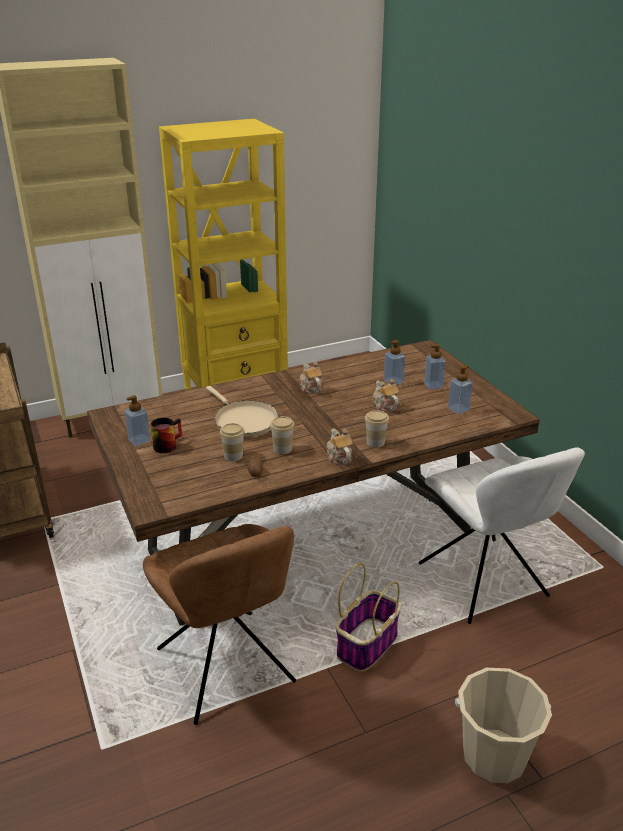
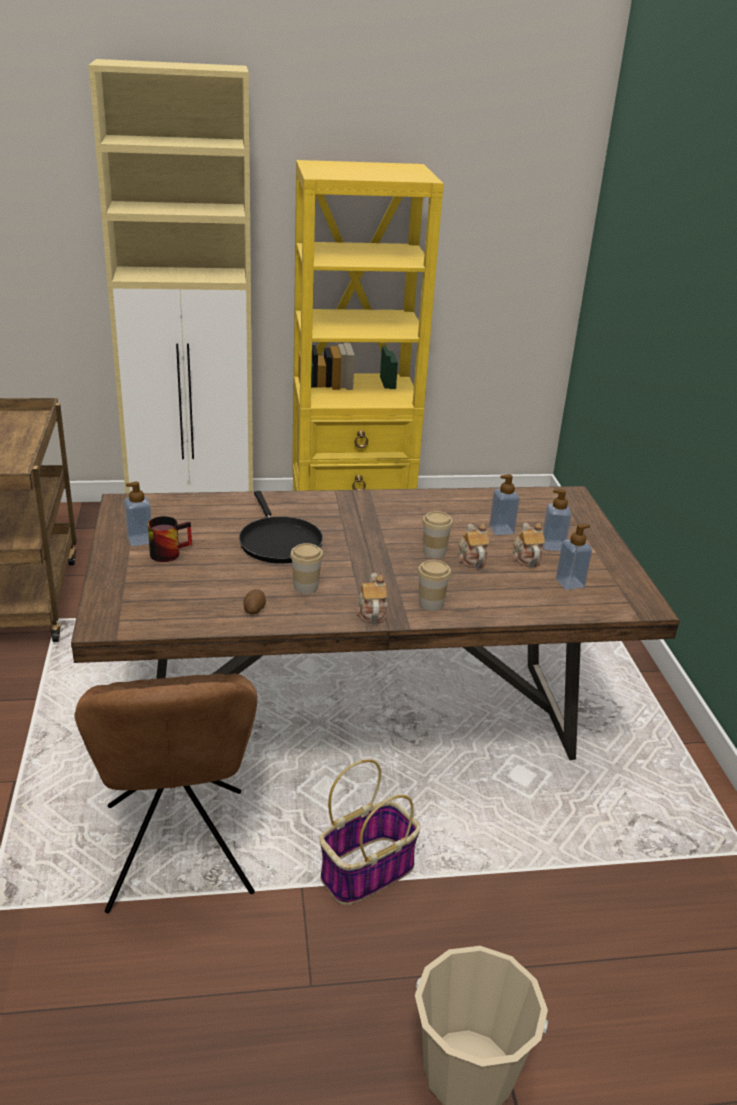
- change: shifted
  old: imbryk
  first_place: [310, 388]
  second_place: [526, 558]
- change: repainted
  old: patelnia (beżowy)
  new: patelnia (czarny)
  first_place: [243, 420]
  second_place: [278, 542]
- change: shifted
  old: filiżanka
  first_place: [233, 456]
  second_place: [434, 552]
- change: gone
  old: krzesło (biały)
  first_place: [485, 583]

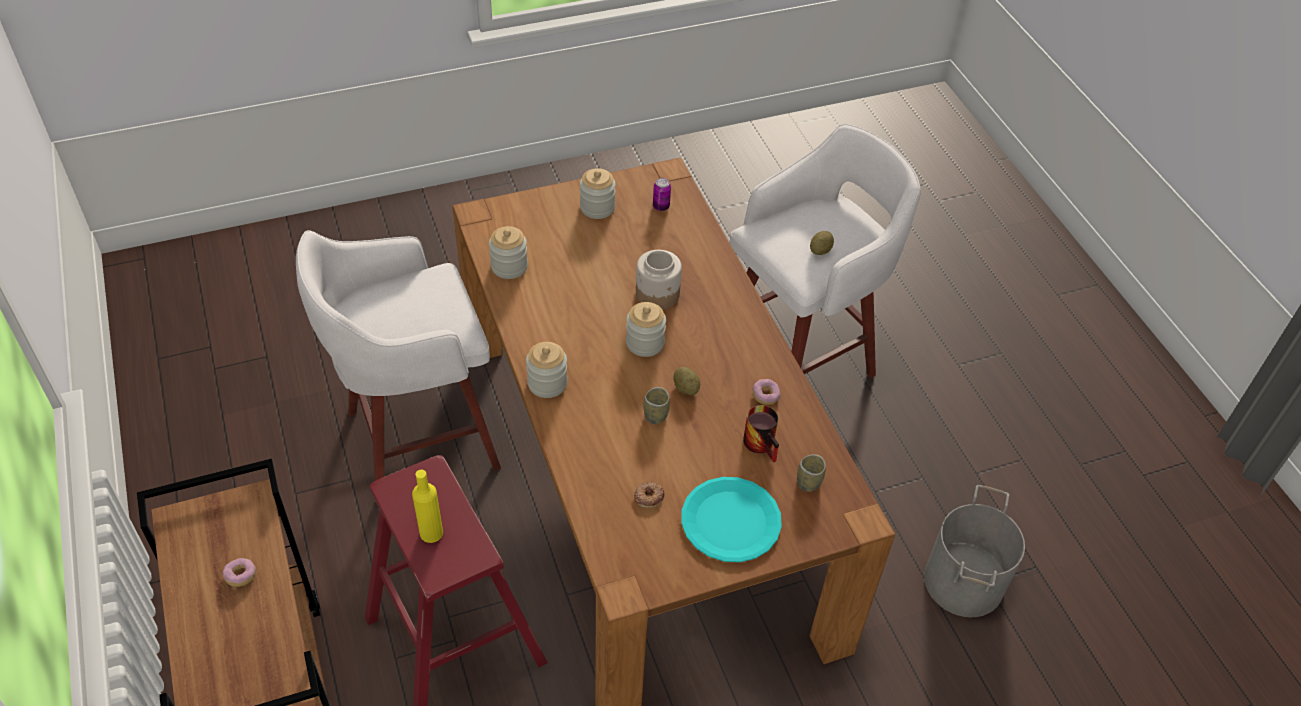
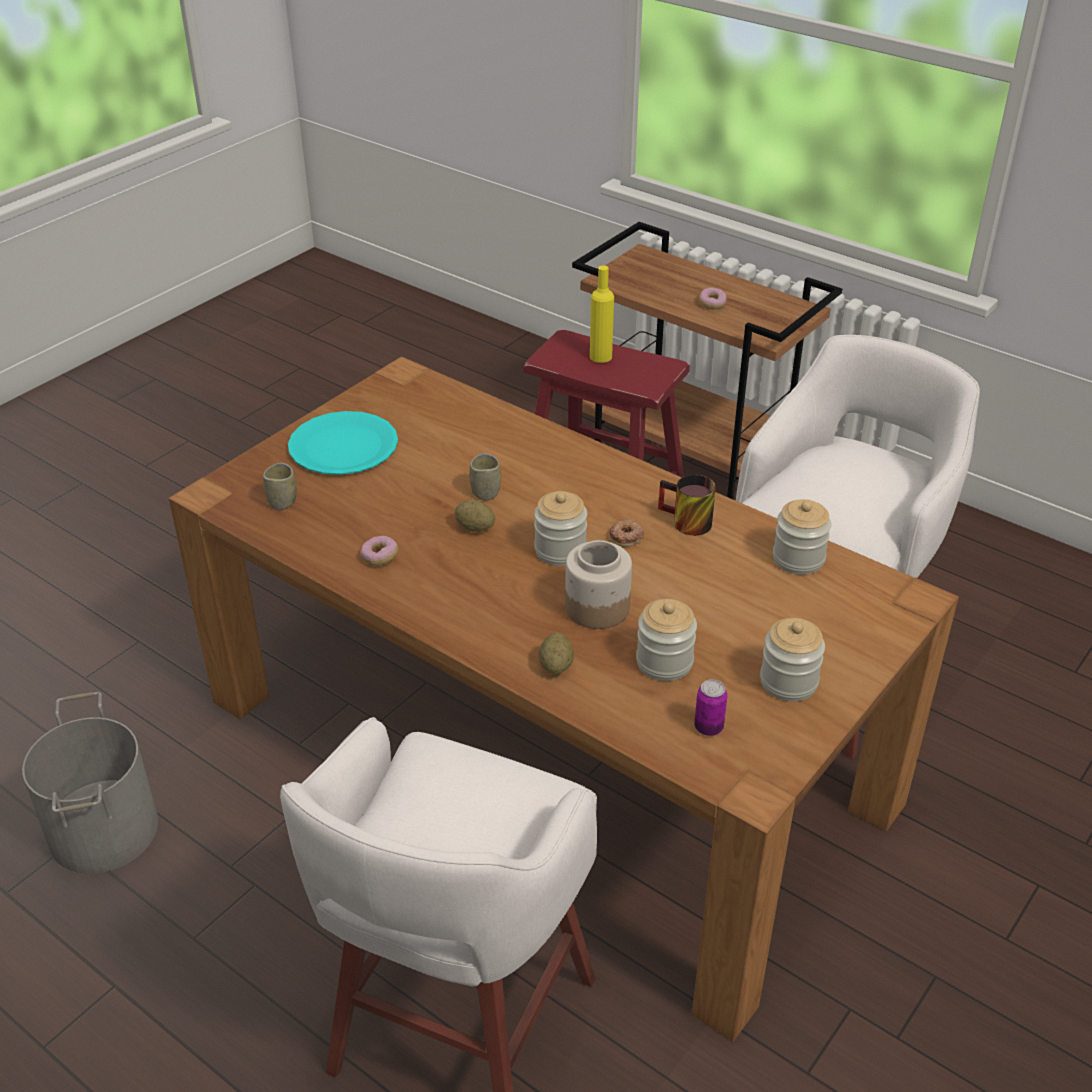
- change: shifted
  old: ziemniak
  first_place: [820, 250]
  second_place: [556, 666]
- change: shifted
  old: słoik
  first_place: [547, 383]
  second_place: [664, 662]
- change: shifted
  old: kubek
  first_place: [764, 444]
  second_place: [684, 523]
- change: shifted
  old: donut
  first_place: [648, 496]
  second_place: [626, 536]

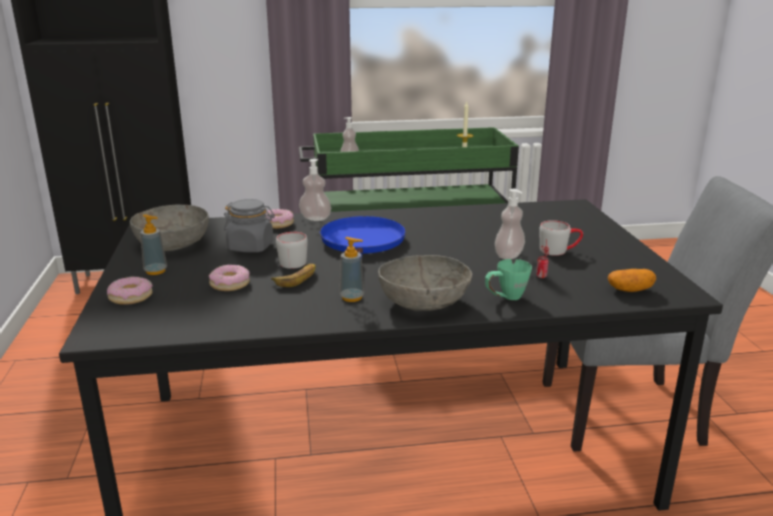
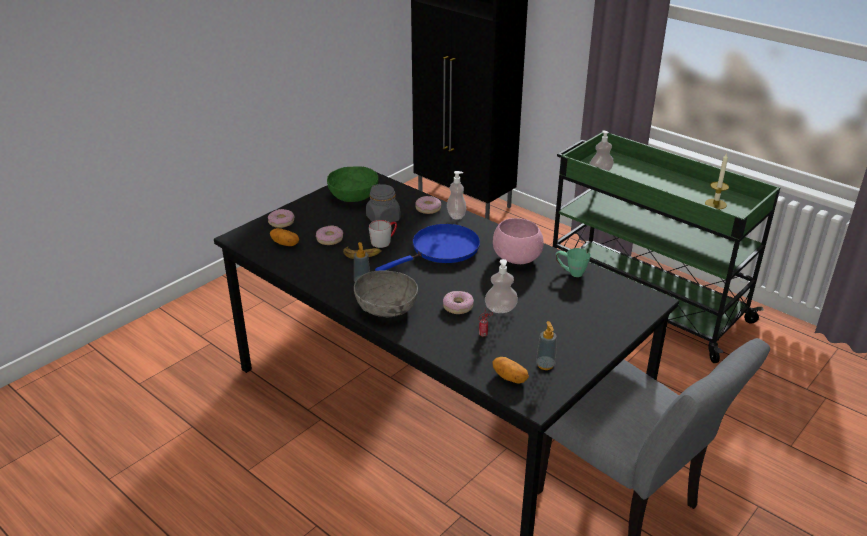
- change: repainted
  old: miska (szary)
  new: miska (zielony)
  first_place: [172, 244]
  second_place: [353, 196]
- change: shifted
  old: dozownik mydła
  first_place: [156, 271]
  second_place: [545, 365]
- change: gone
  old: kubek (szary)
  first_place: [559, 250]
- change: shifted
  old: kubek (zielony)
  first_place: [505, 298]
  second_place: [571, 272]
- change: new
  new: miska (różowy)
  second_place: [517, 258]
- change: new
  new: ziemniak
  second_place: [285, 243]
- change: new
  new: donut
  second_place: [458, 306]

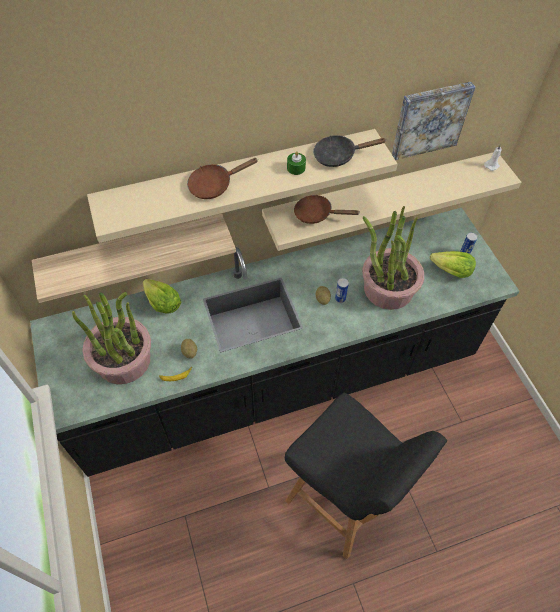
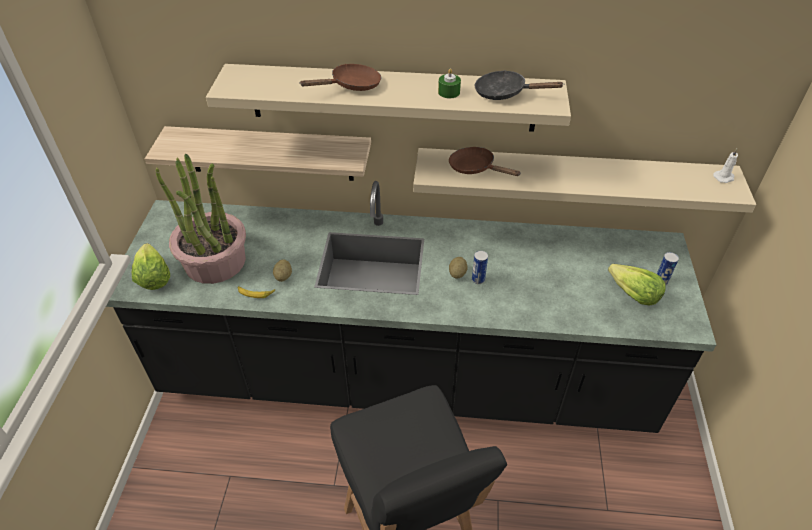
- change: gone
  old: obraz
  first_place: [429, 119]
- change: rotated
  old: patelnia (brązowy)
  first_place: [214, 185]
  second_place: [351, 86]
  degrees: 150
- change: gone
  old: roślina doniczkowa
  first_place: [387, 289]
- change: shifted
  old: sałata
  first_place: [162, 303]
  second_place: [153, 277]

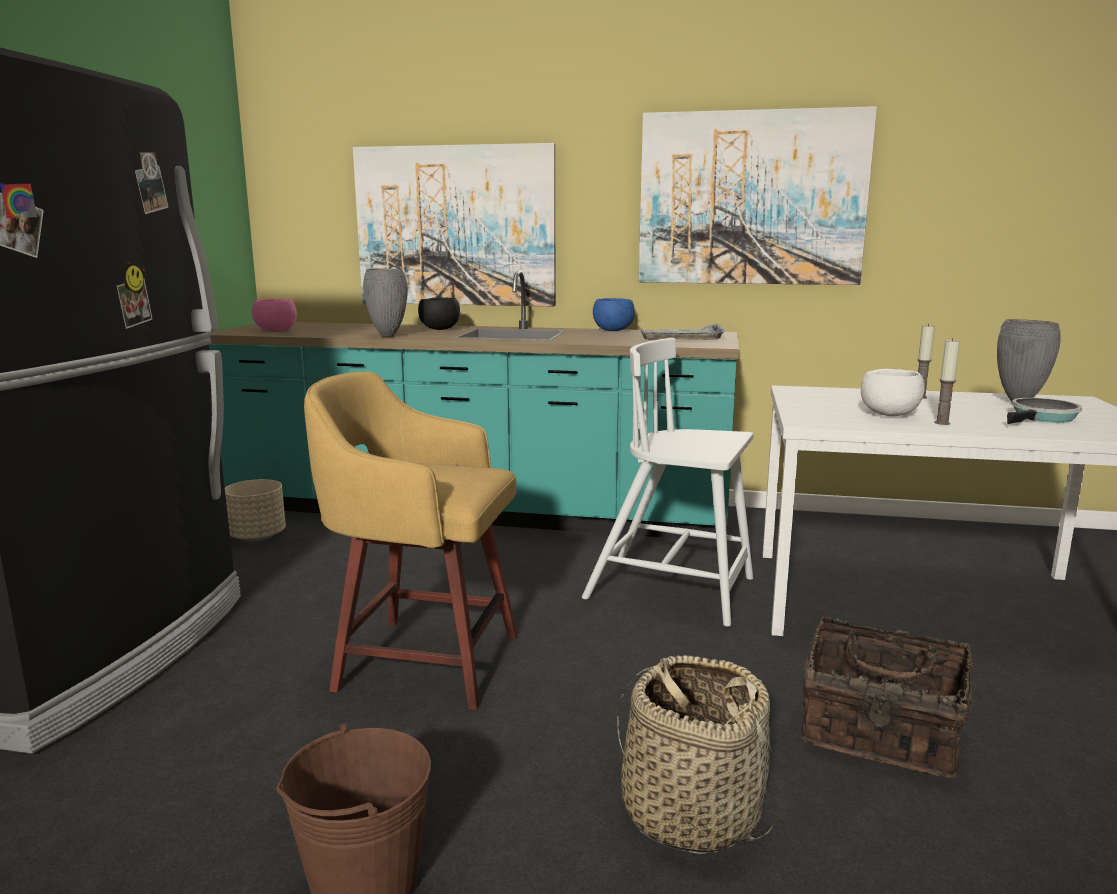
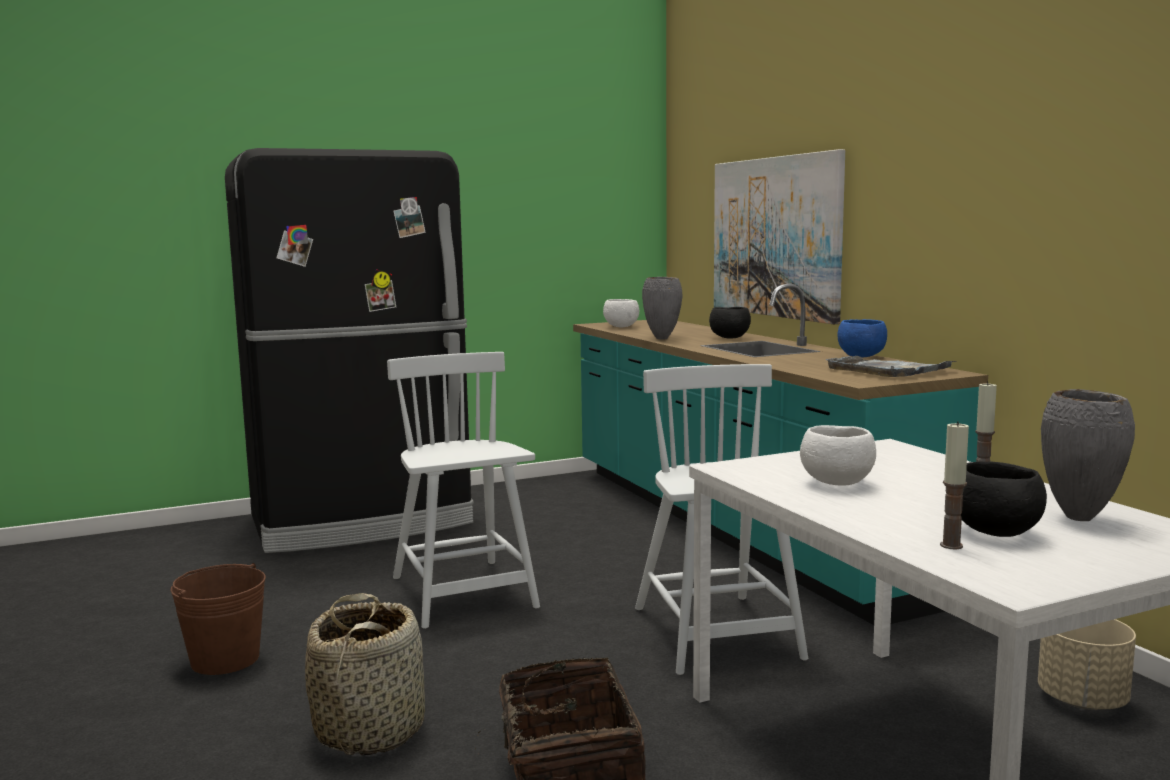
- change: gone
  old: obraz
  first_place: [751, 199]
- change: repainted
  old: miska (różowy)
  new: miska (biały)
  first_place: [276, 331]
  second_place: [621, 327]
- change: shifted
  old: świeca
  first_place: [942, 423]
  second_place: [951, 545]
- change: swapped
  old: stołek (żółty)
  new: krzesło (biały)
  first_place: [423, 660]
  second_place: [463, 594]
- change: swapped
  old: patelnia
  new: miska (czarny)
  first_place: [1042, 418]
  second_place: [996, 533]
- change: shifted
  old: donica (beżowy)
  first_place: [258, 537]
  second_place: [1082, 701]

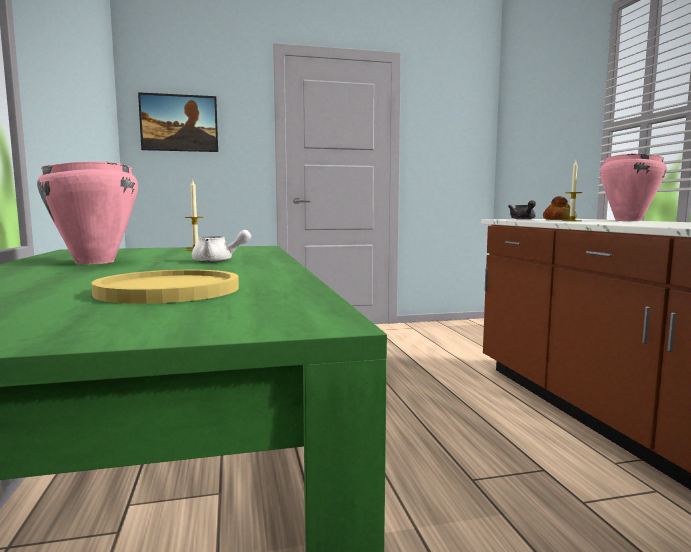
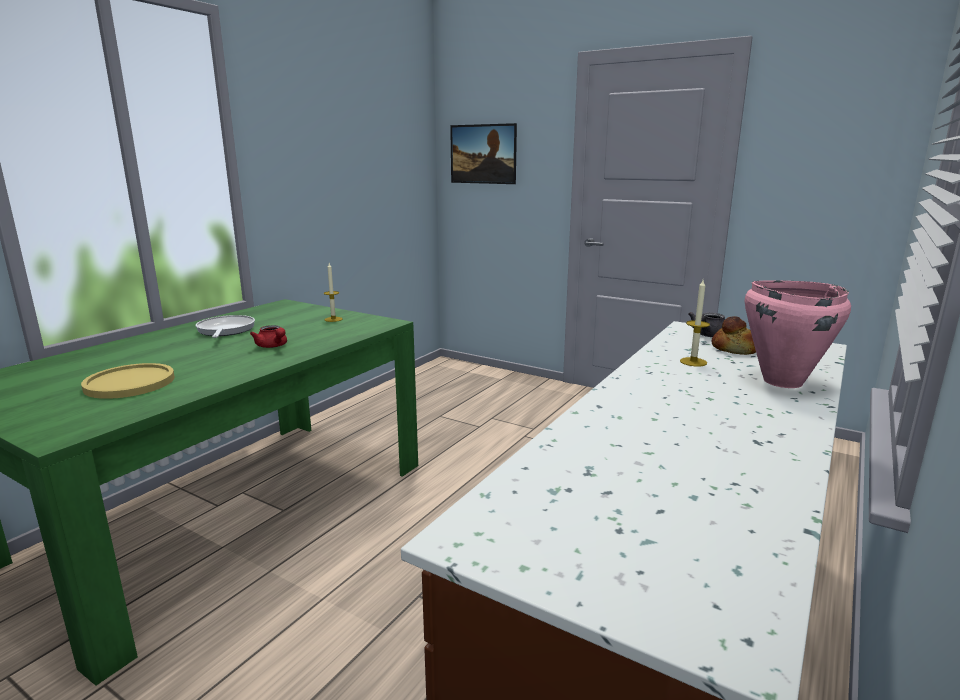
- change: swapped
  old: garnek (różowy)
  new: patelnia
  first_place: [94, 262]
  second_place: [225, 330]
- change: repainted
  old: imbryk (biały)
  new: imbryk (czerwony)
  first_place: [218, 261]
  second_place: [273, 346]

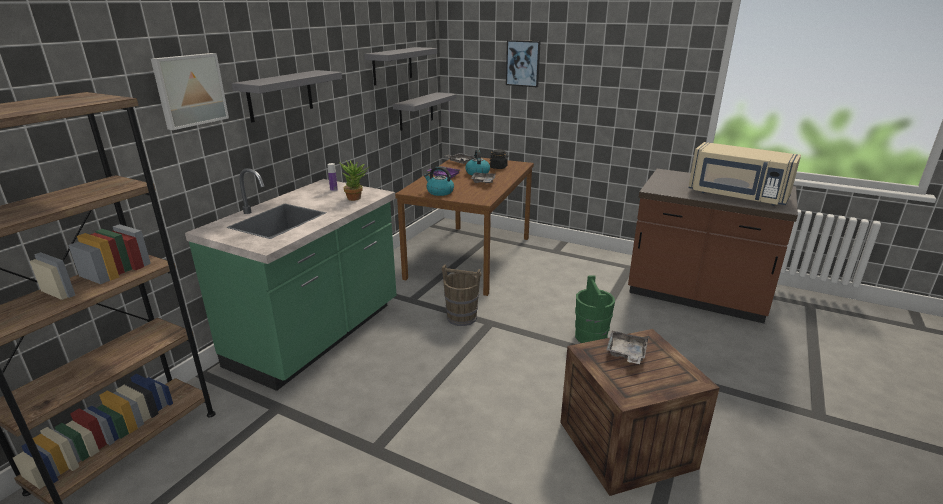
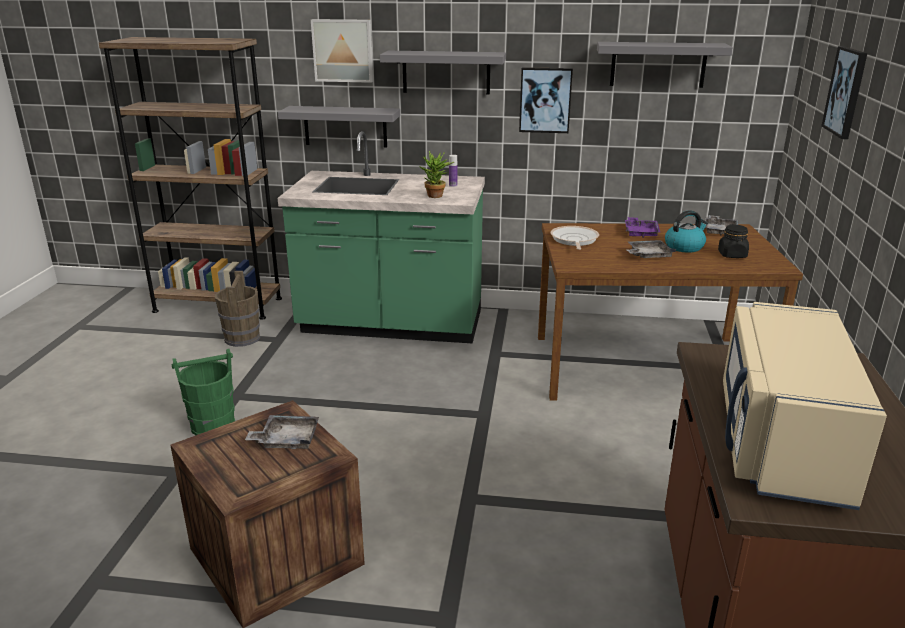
- change: shifted
  old: półka (szary)
  first_place: [416, 111]
  second_place: [345, 126]
- change: swapped
  old: czajnik
  new: patelnia
  first_place: [439, 192]
  second_place: [574, 240]
- change: shifted
  old: wiadro (brązowy)
  first_place: [462, 318]
  second_place: [242, 338]
- change: shifted
  old: wiadro (zielony)
  first_place: [590, 336]
  second_place: [213, 425]
- change: new
  new: obraz
  second_place: [545, 100]

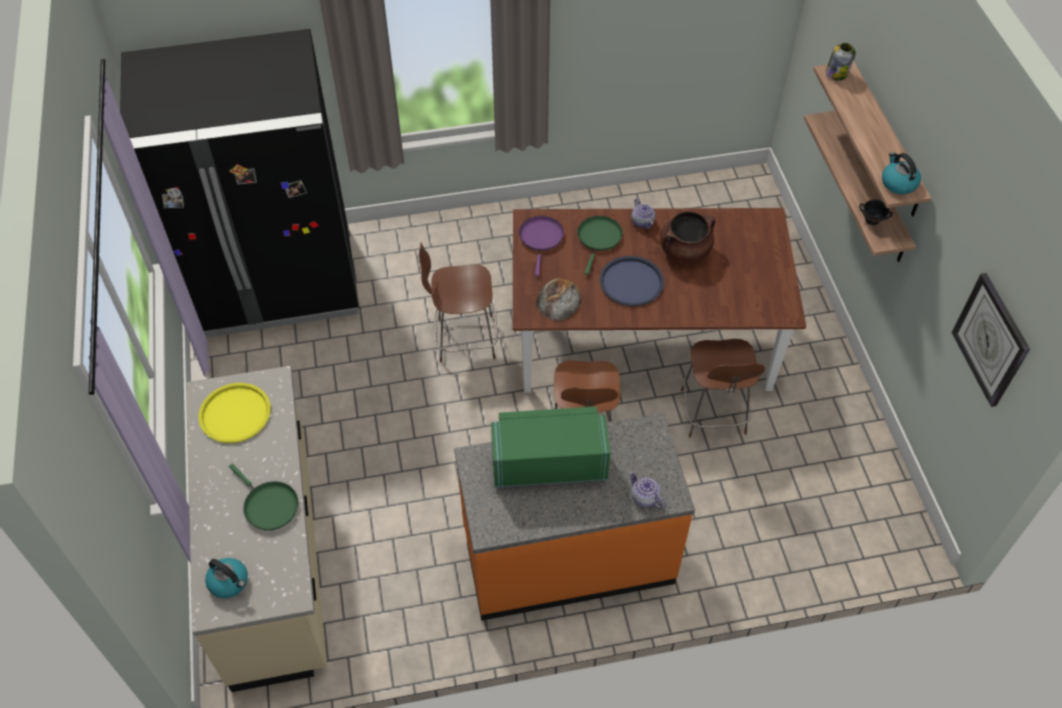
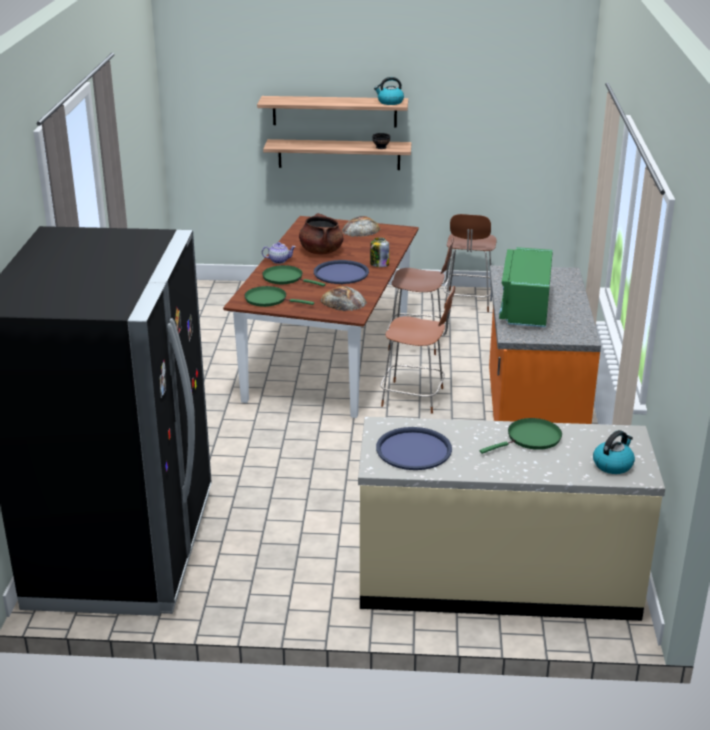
- change: shifted
  old: słoik
  first_place: [837, 73]
  second_place: [379, 264]
- change: repainted
  old: patelnia (fioletowy)
  new: patelnia (zielony)
  first_place: [541, 238]
  second_place: [269, 299]
- change: shifted
  old: krzesło (brązowy)
  first_place: [463, 339]
  second_place: [468, 302]
- change: gone
  old: zegar ścienny
  first_place: [991, 340]
- change: repainted
  old: taca (żółty)
  new: taca (niebieski)
  first_place: [235, 413]
  second_place: [413, 450]
- change: gone
  old: imbryk
  first_place: [644, 497]
- change: new
  new: chleb
  second_place: [361, 229]

